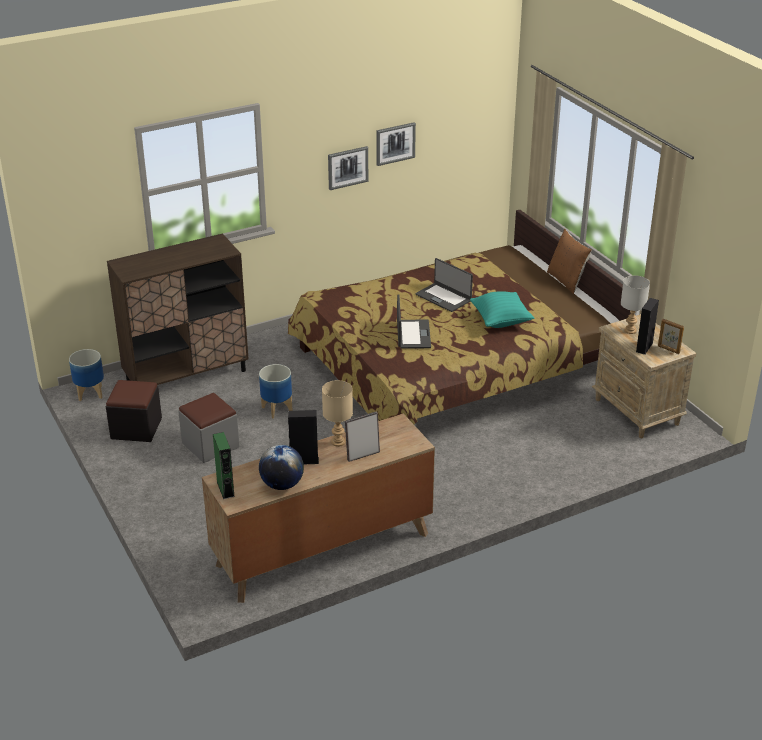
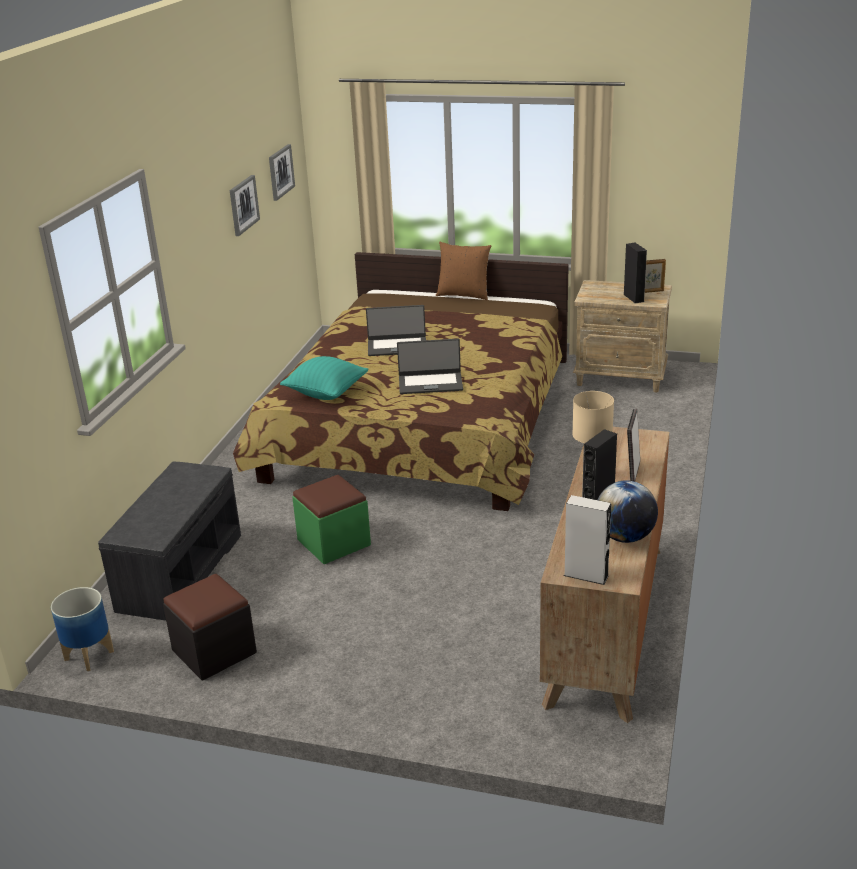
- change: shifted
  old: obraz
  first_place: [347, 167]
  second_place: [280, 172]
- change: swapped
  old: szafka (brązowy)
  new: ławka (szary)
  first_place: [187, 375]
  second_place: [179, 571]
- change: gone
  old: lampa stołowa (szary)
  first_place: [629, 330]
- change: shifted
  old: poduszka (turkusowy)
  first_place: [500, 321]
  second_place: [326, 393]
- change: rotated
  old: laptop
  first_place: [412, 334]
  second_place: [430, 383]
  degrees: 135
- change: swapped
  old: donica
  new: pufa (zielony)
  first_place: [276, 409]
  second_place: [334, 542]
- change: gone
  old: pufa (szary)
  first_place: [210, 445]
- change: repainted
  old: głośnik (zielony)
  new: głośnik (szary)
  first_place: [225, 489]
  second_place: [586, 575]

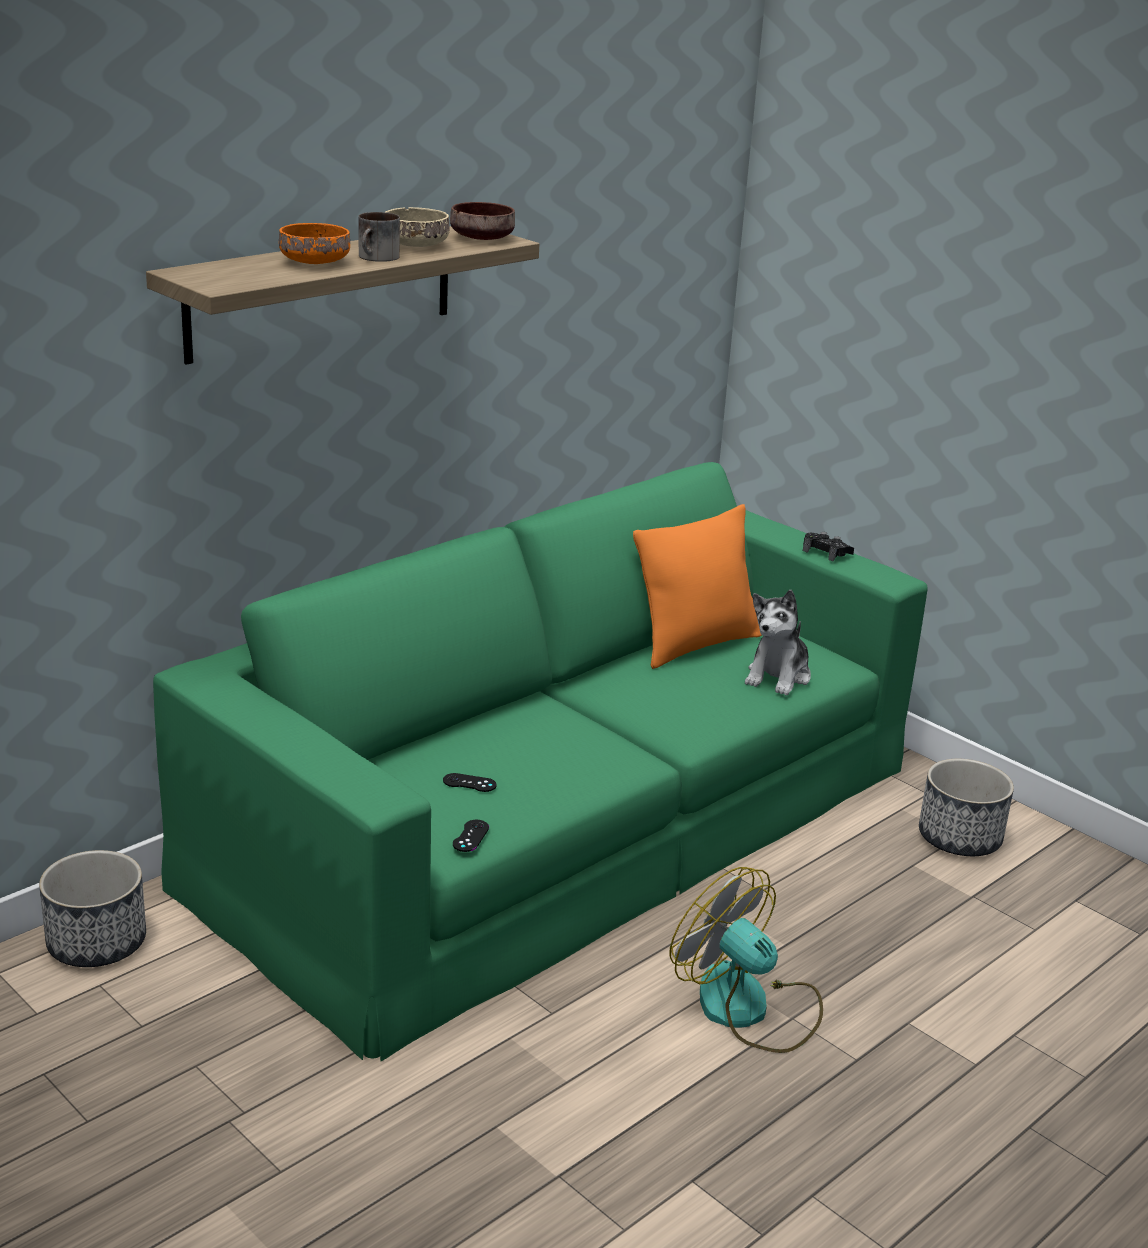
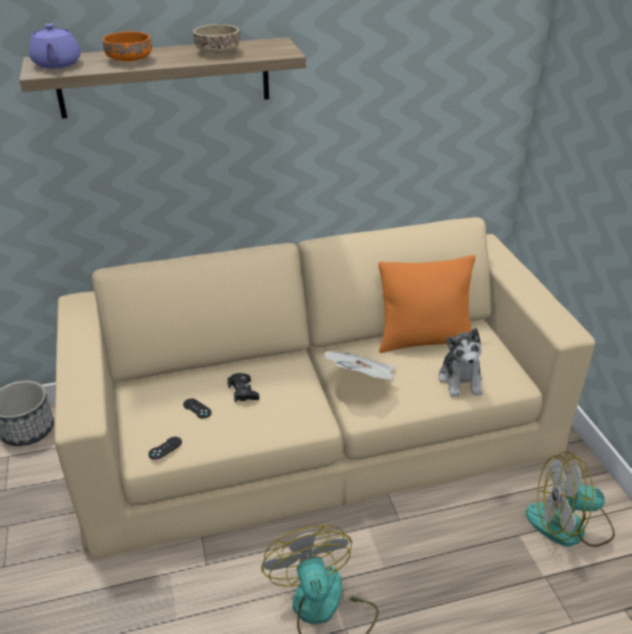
- change: gone
  old: miska (brązowy)
  first_place: [483, 238]
- change: gone
  old: kubek
  first_place: [378, 258]
- change: repainted
  old: kanapa (zielony)
  new: kanapa (beżowy)
  first_place: [562, 821]
  second_place: [316, 427]
- change: shifted
  old: pad do gier (czarny)
  first_place: [826, 552]
  second_place: [243, 392]
- change: rotated
  old: pluszak
  first_place: [778, 676]
  second_place: [460, 380]
  degrees: -60
- change: swapped
  old: donica
  new: wentylator
  first_place: [960, 838]
  second_place: [569, 525]
- change: new
  new: imbryk (fioletowy)
  second_place: [57, 64]
- change: new
  new: gazeta
  second_place: [363, 380]

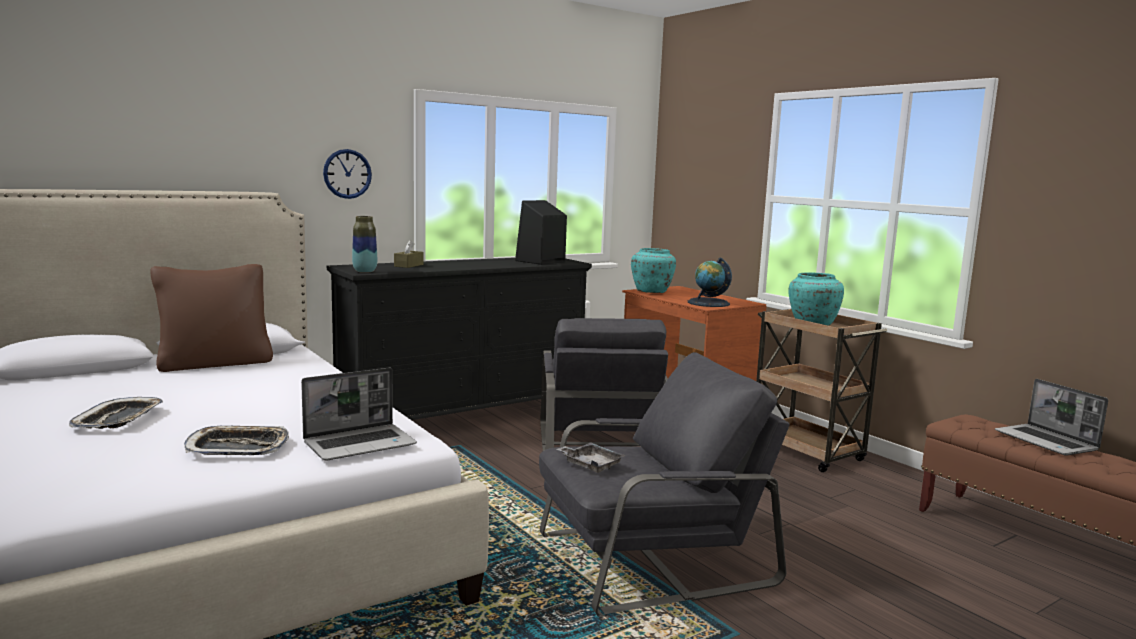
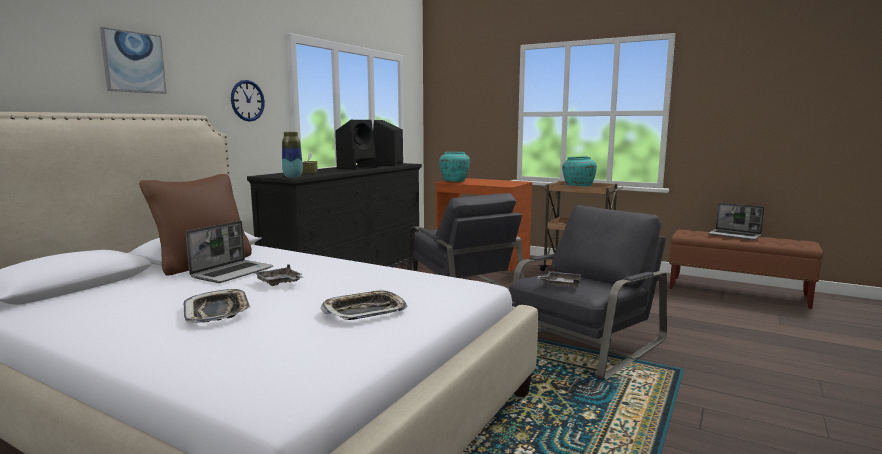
- change: gone
  old: globus
  first_place: [708, 303]
- change: shifted
  old: laptop
  first_place: [361, 444]
  second_place: [233, 272]
- change: new
  new: obraz
  second_place: [133, 62]
- change: new
  new: głośnik (czarny)
  second_place: [357, 167]
- change: new
  new: taca (szary)
  second_place: [279, 283]

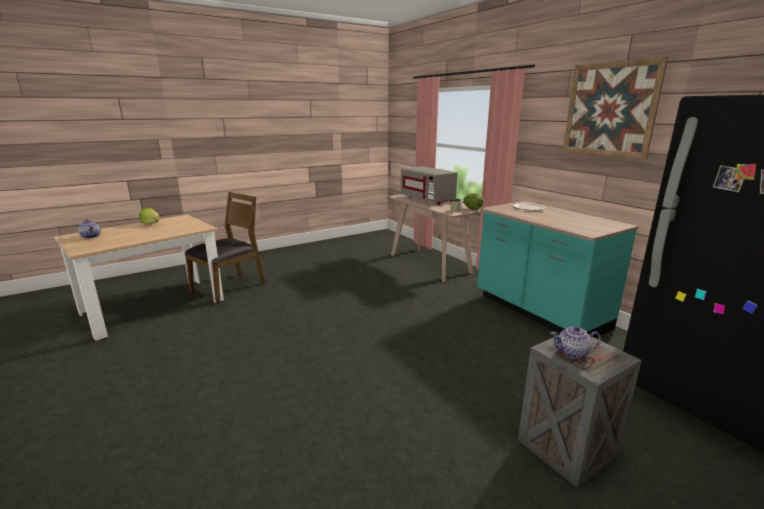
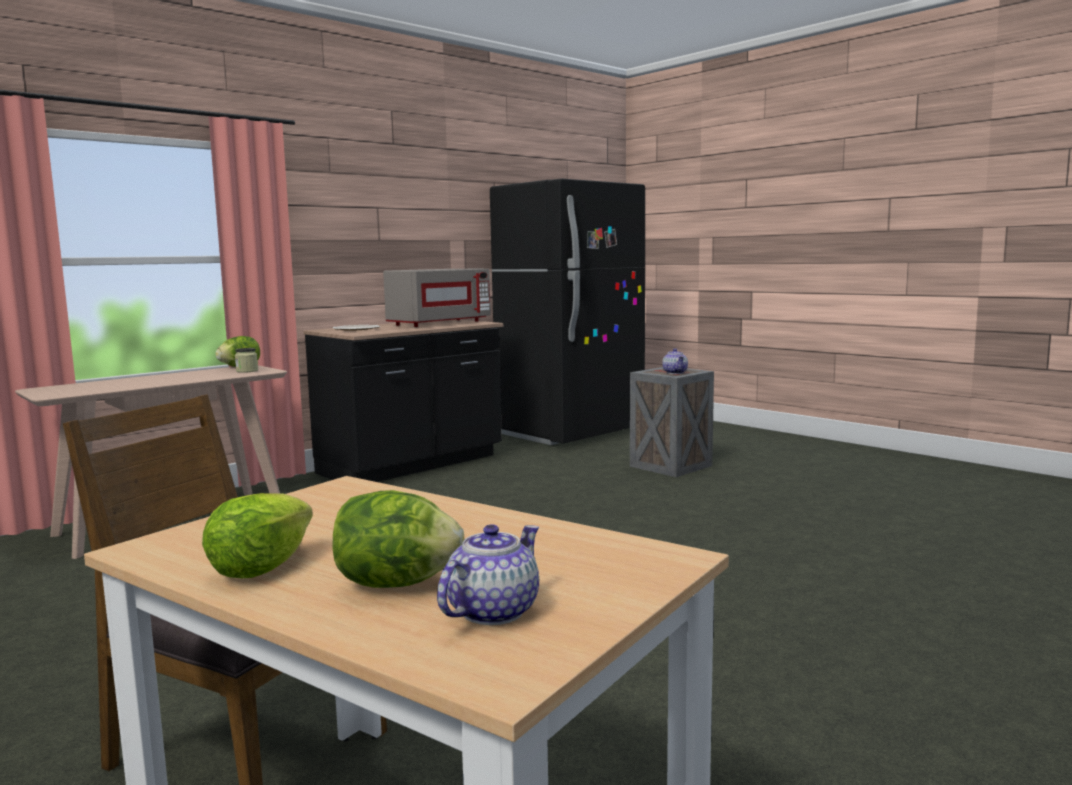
- change: gone
  old: obraz
  first_place: [610, 109]
- change: shifted
  old: mikrofalówka (szary)
  first_place: [428, 200]
  second_place: [439, 323]
- change: repainted
  old: zabudowa kuchenna (turkusowy)
  new: zabudowa kuchenna (czarny)
  first_place: [539, 312]
  second_place: [412, 465]
- change: new
  new: sałata
  second_place: [396, 584]

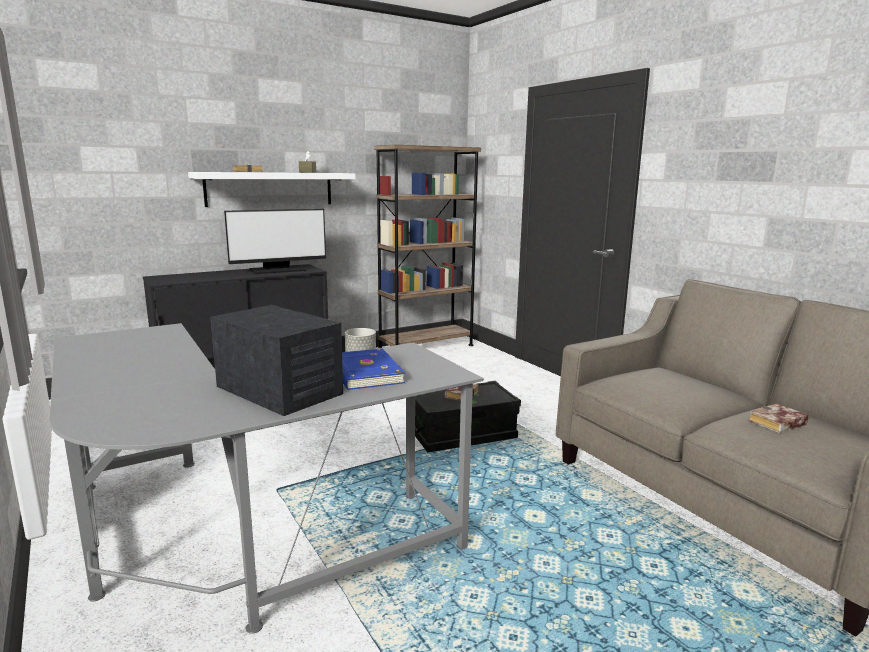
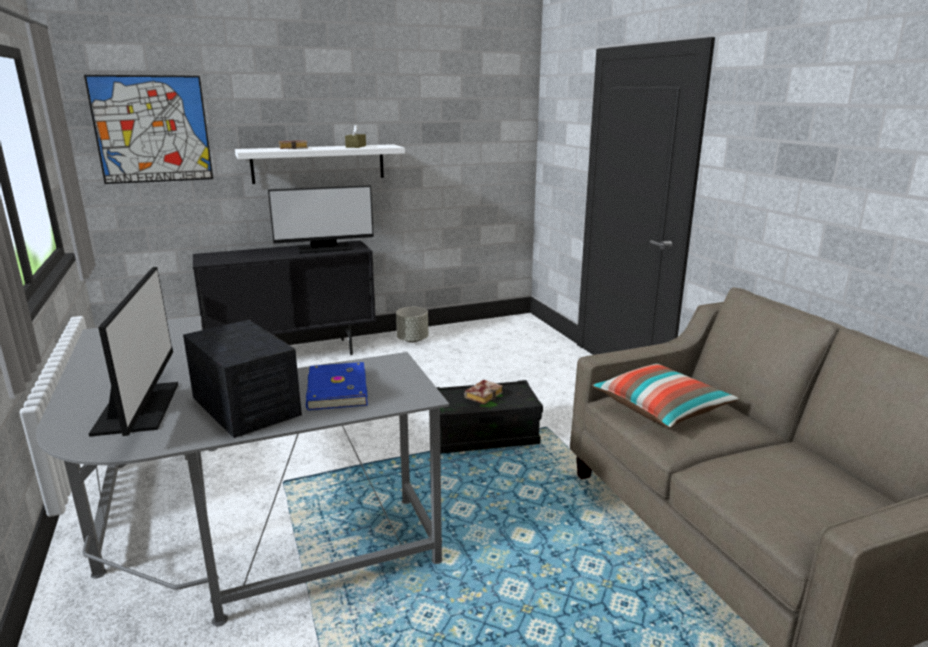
- change: gone
  old: regał (brązowy)
  first_place: [426, 347]
- change: gone
  old: książka
  first_place: [777, 424]
- change: new
  new: obraz
  second_place: [152, 129]
- change: new
  new: monitor
  second_place: [139, 408]
- change: new
  new: poduszka
  second_place: [660, 409]

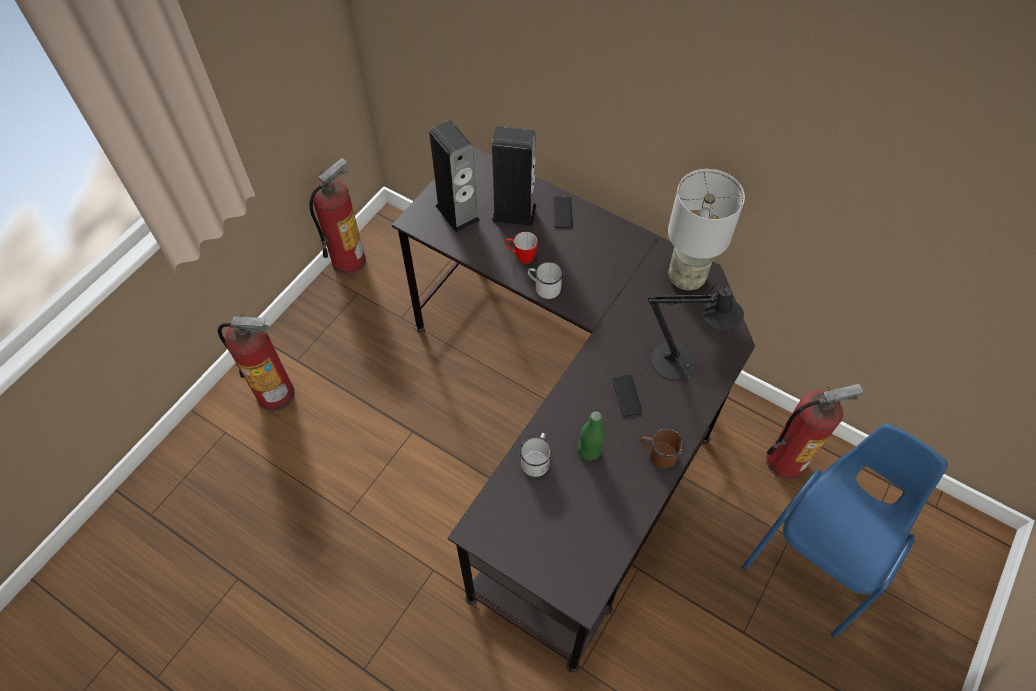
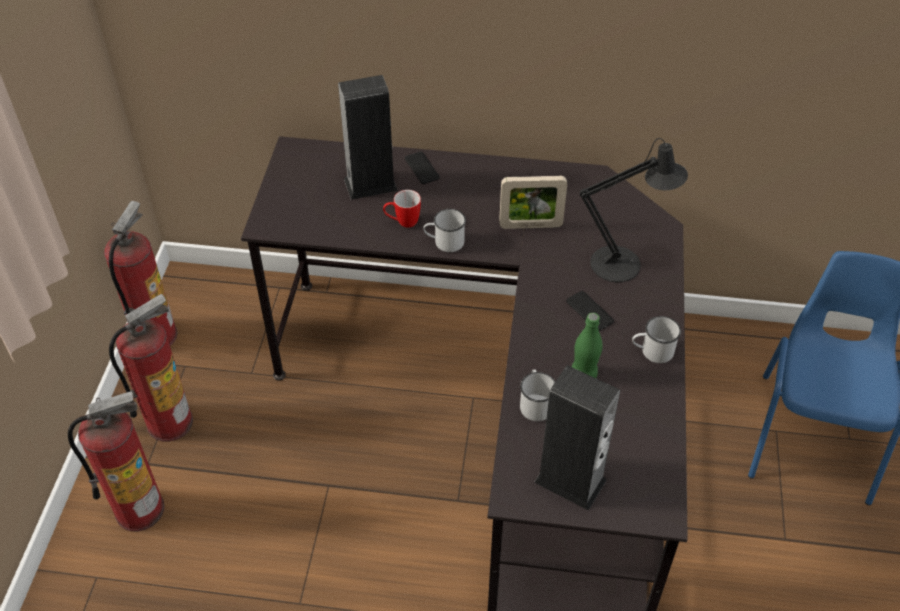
- change: shifted
  old: głośnik
  first_place: [457, 213]
  second_place: [570, 481]
- change: gone
  old: lampa stołowa (szary)
  first_place: [685, 278]
- change: shifted
  old: gaśnica
  first_place: [786, 460]
  second_place: [170, 422]
- change: repainted
  old: kubek (brązowy)
  new: kubek (biały)
  first_place: [658, 453]
  second_place: [652, 351]
- change: new
  new: ramka na zdjęcie
  second_place: [530, 225]

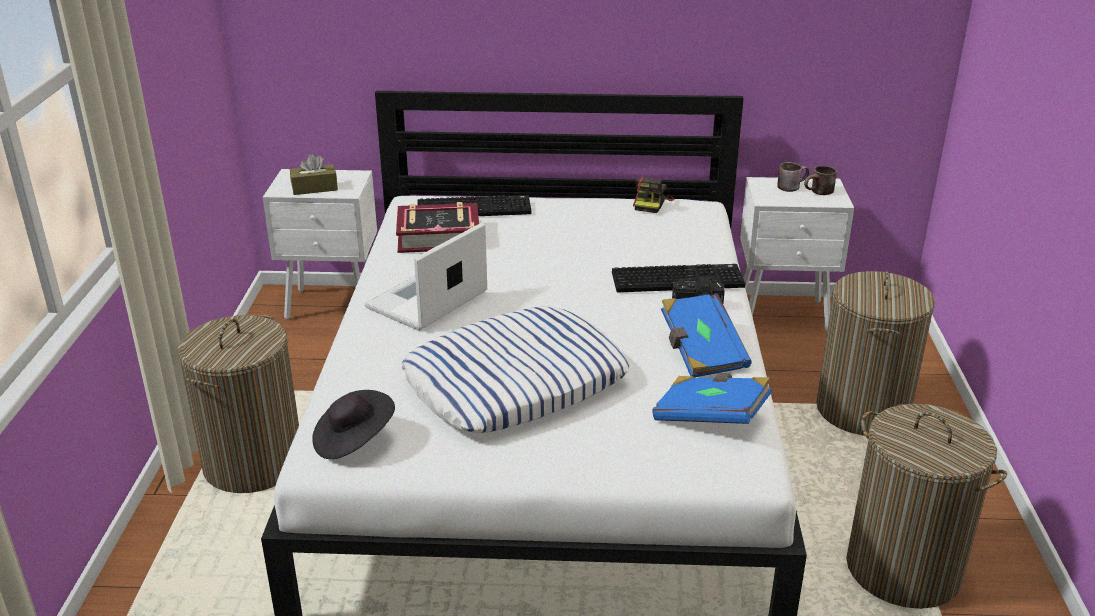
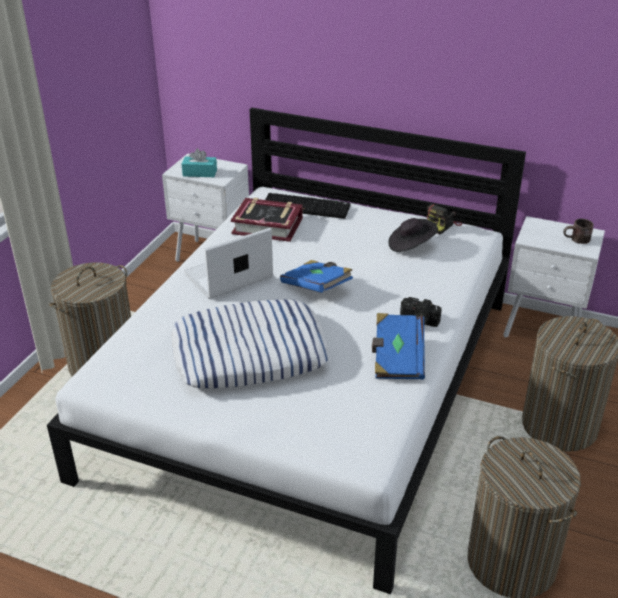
- change: repainted
  old: pudełko chusteczek (brązowy)
  new: pudełko chusteczek (turkusowy)
  first_place: [314, 188]
  second_place: [200, 173]
- change: gone
  old: kubek (brązowy)
  first_place: [790, 186]
- change: gone
  old: klawiatura
  first_place: [678, 279]
- change: shifted
  old: książka (niebieski)
  first_place: [711, 417]
  second_place: [317, 287]
- change: shifted
  old: kapelusz (czarny)
  first_place: [353, 441]
  second_place: [411, 245]

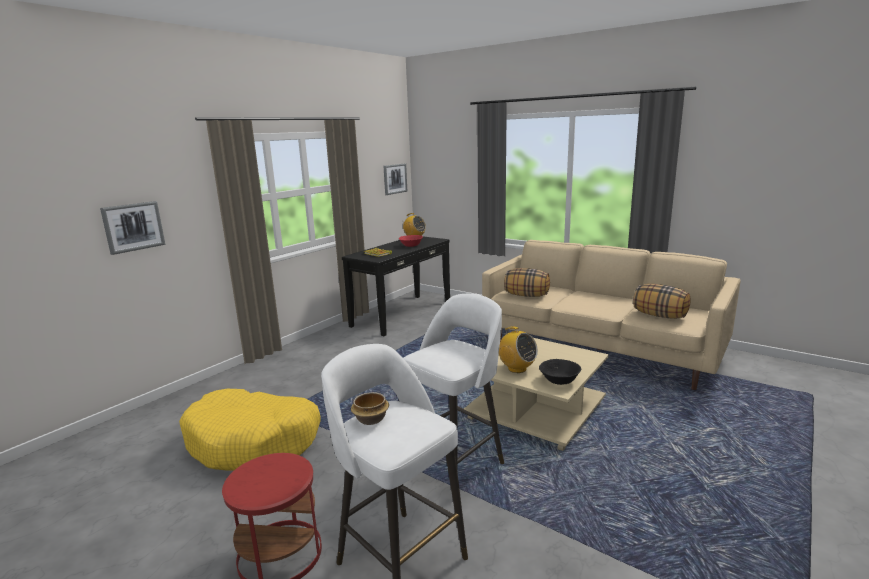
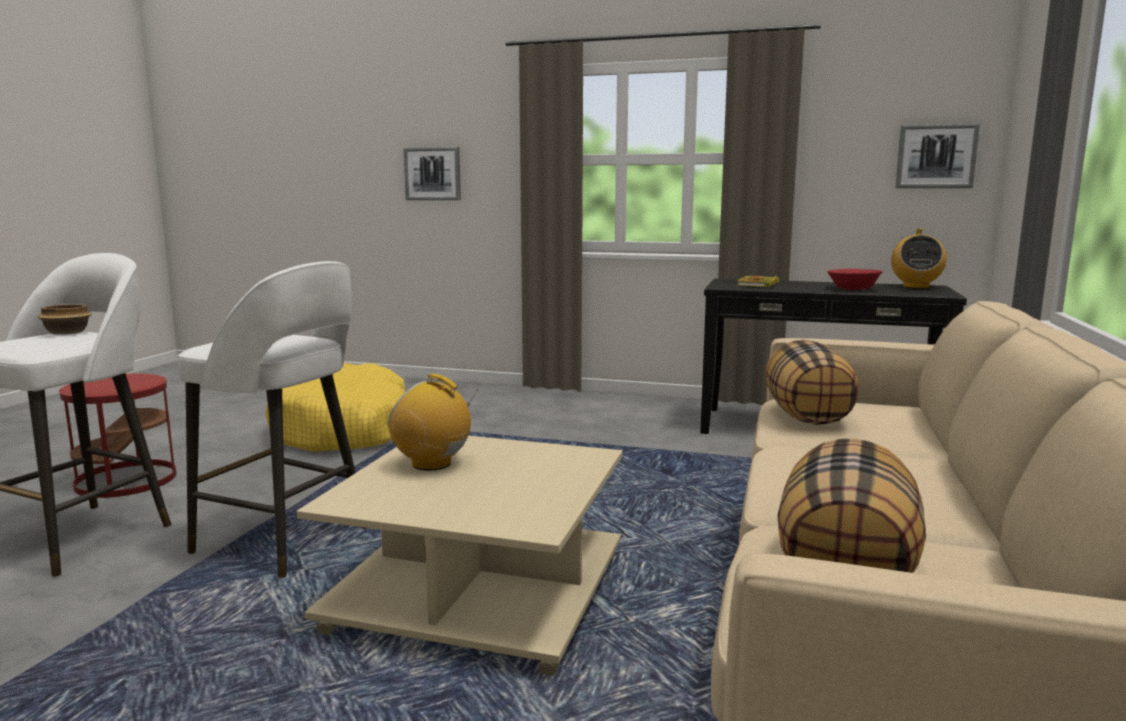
- change: rotated
  old: radio
  first_place: [516, 368]
  second_place: [432, 463]
  degrees: 90
- change: gone
  old: miska (czarny)
  first_place: [560, 380]

